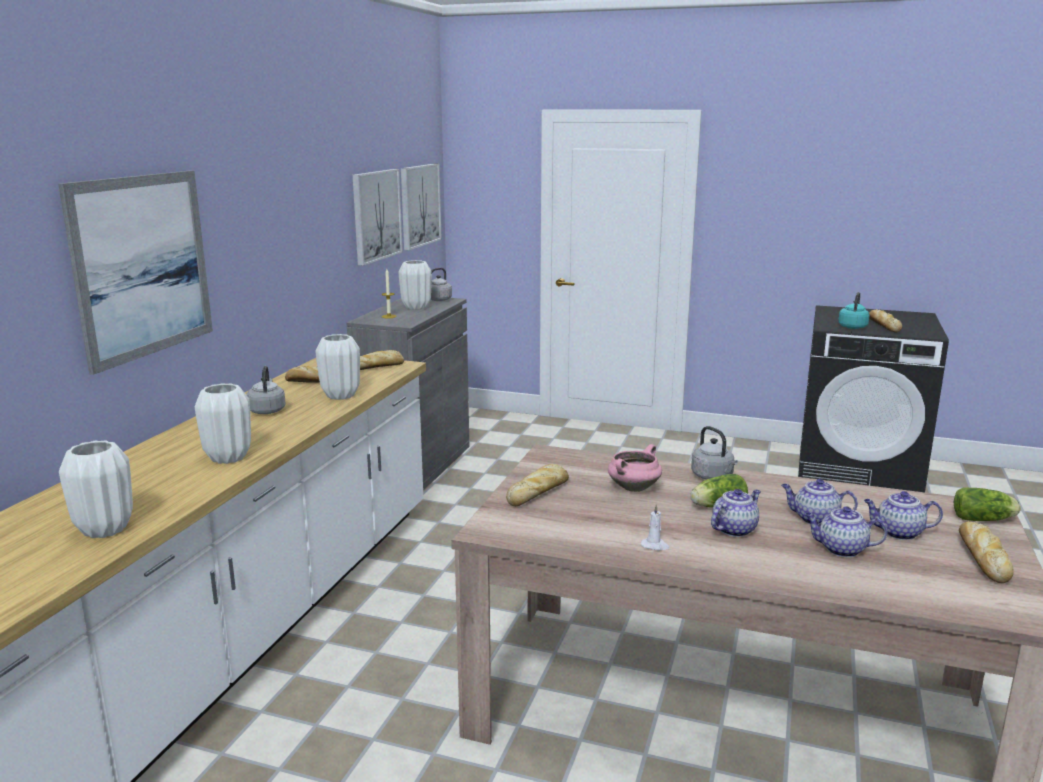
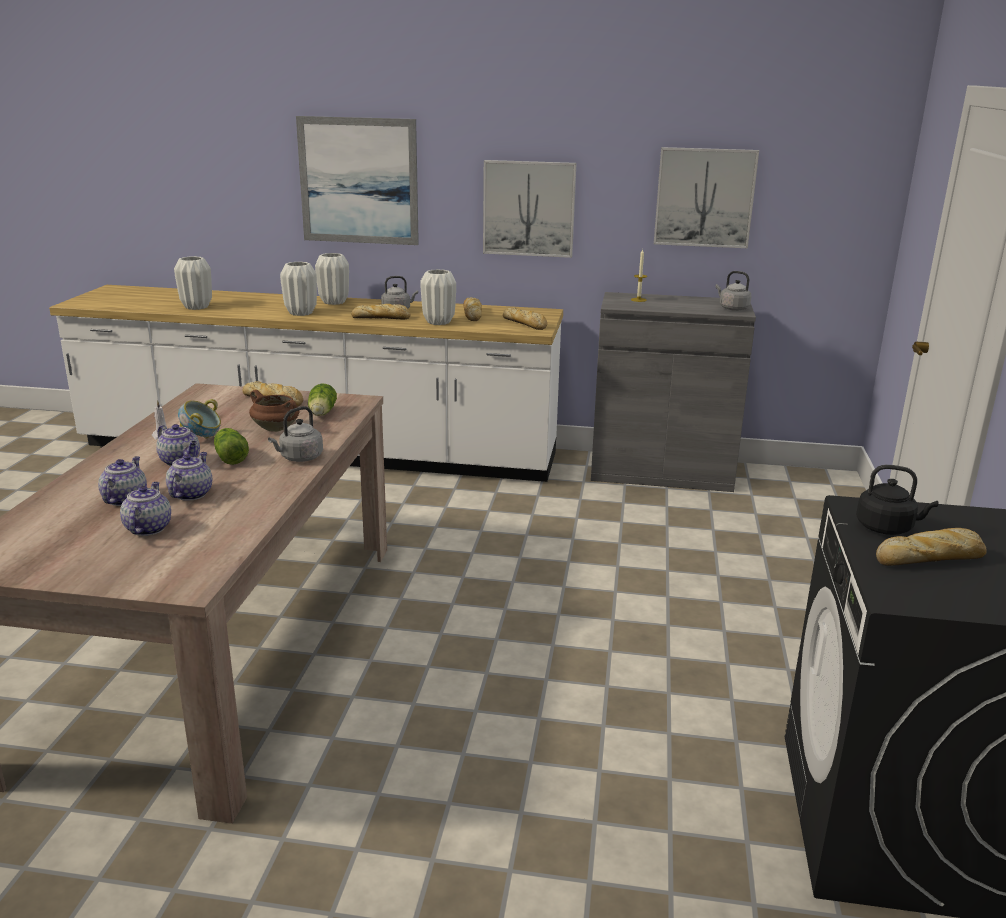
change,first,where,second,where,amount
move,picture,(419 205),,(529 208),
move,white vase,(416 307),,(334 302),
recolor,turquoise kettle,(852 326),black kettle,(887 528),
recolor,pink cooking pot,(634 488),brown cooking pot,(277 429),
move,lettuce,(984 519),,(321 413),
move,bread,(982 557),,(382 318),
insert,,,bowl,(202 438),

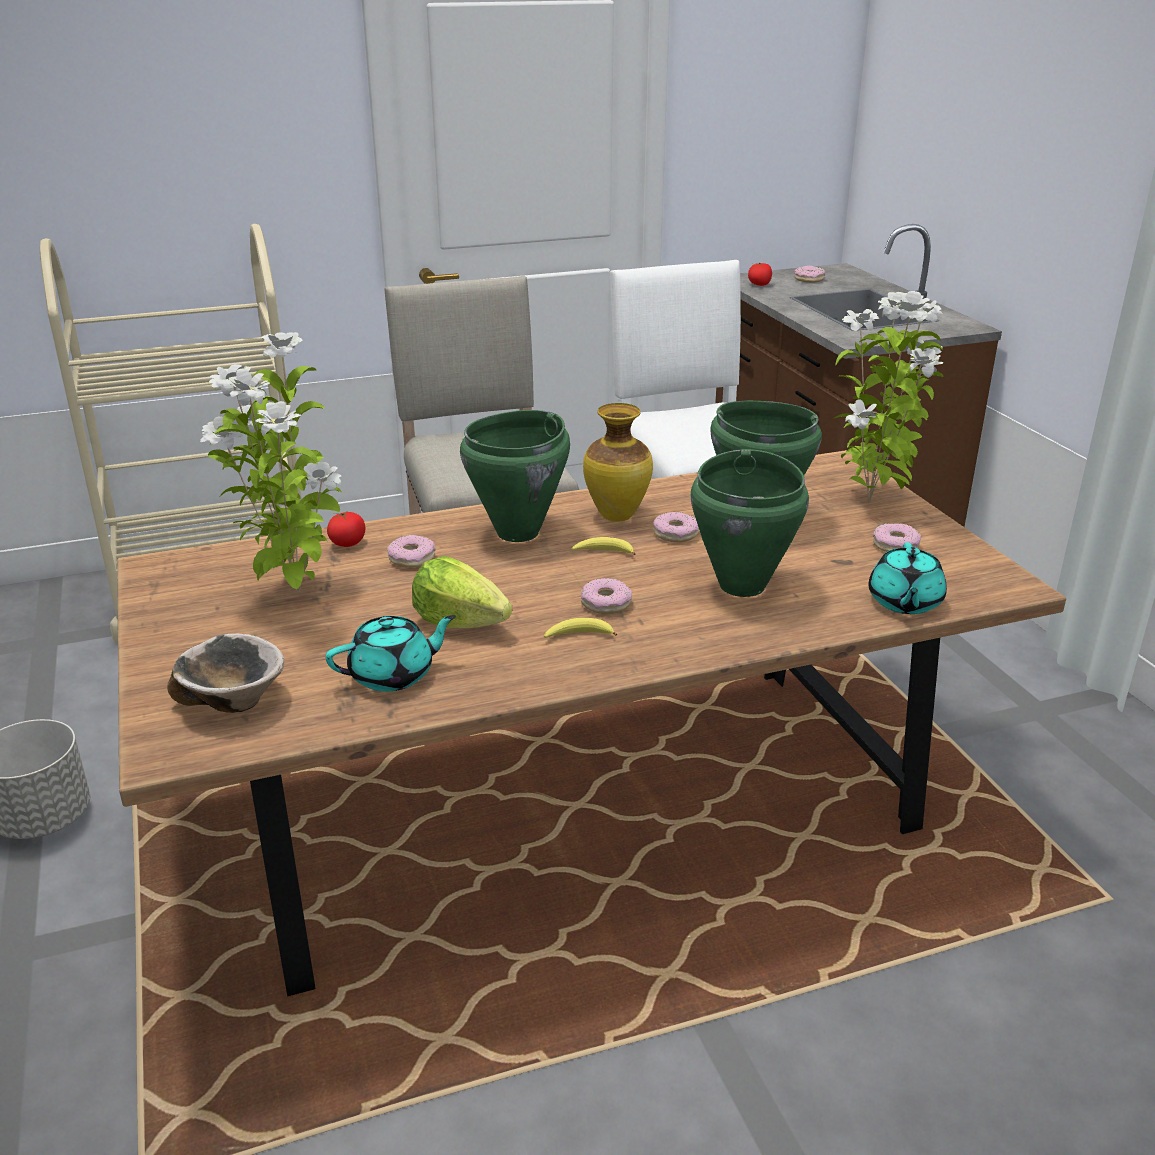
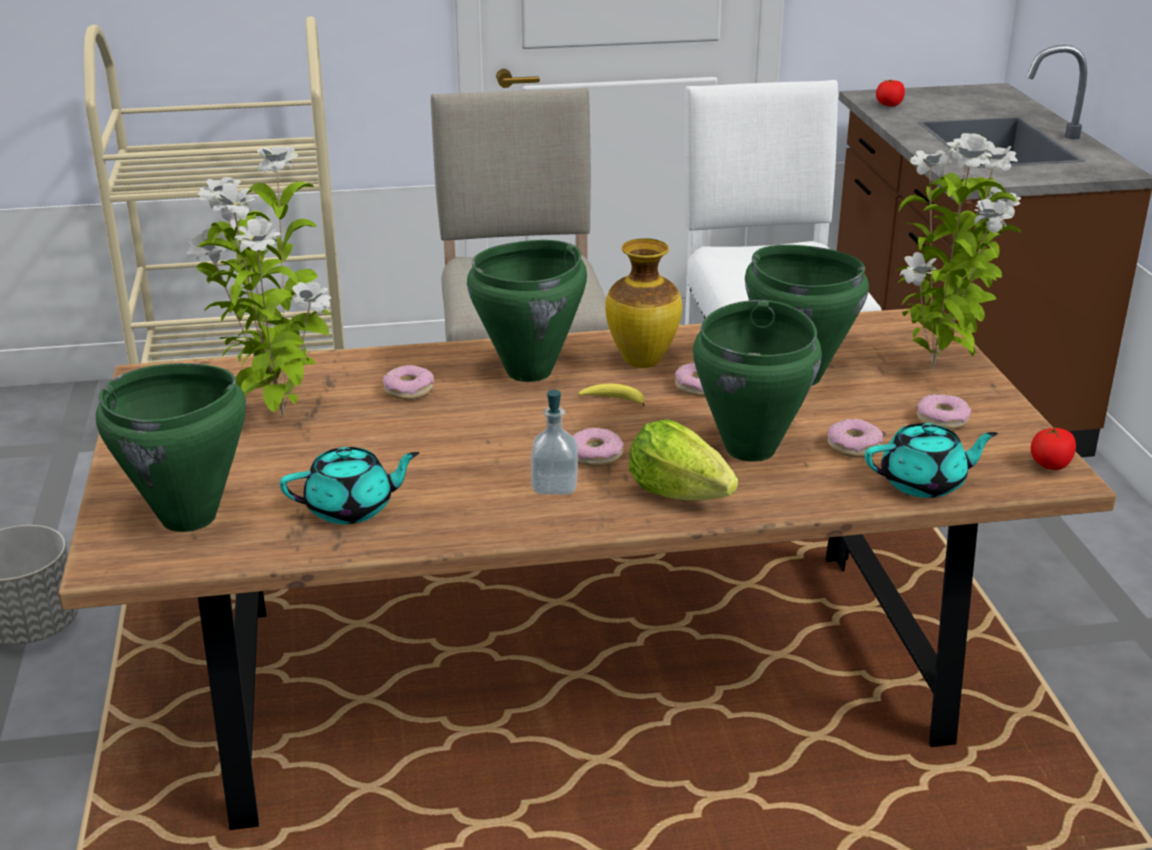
change,first,where,second,where,amount
move,donut,(809 279),,(853 446),
move,tomato,(347 543),,(1050 465),
rotate,turquoise teapot,(904 602),,(924 483),120 degrees counterclockwise
move,lettuce,(459 622),,(678 492),
replace,banana,(579 635),soap dispenser,(554 486),
replace,bowl,(235 700),green cooking pot,(189 518),

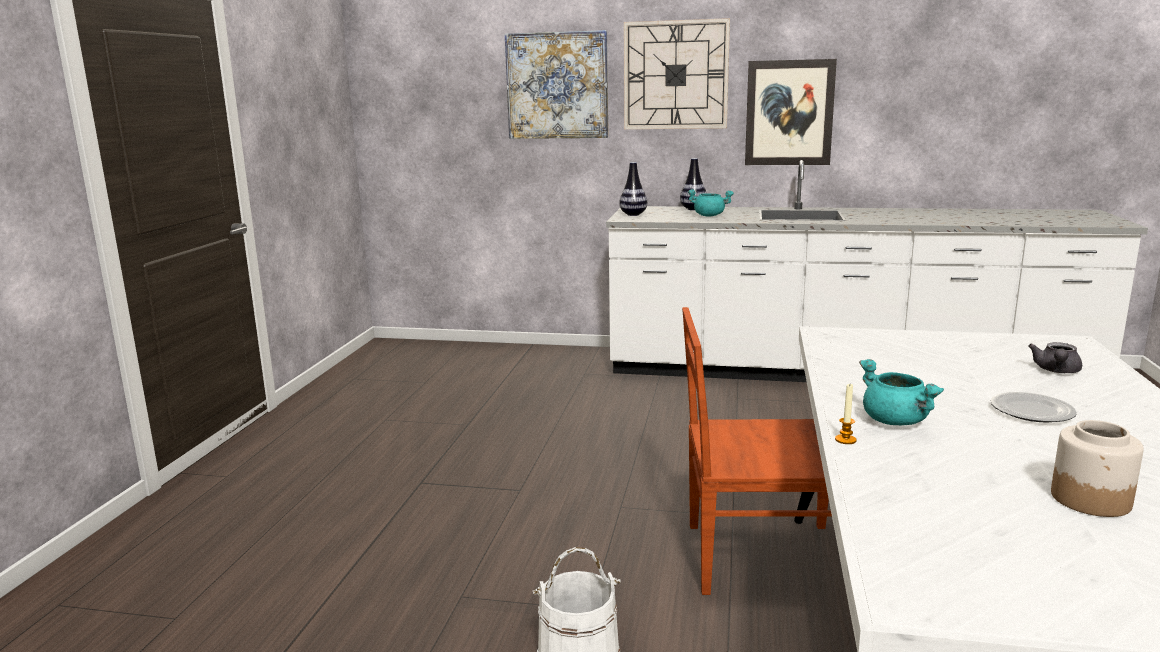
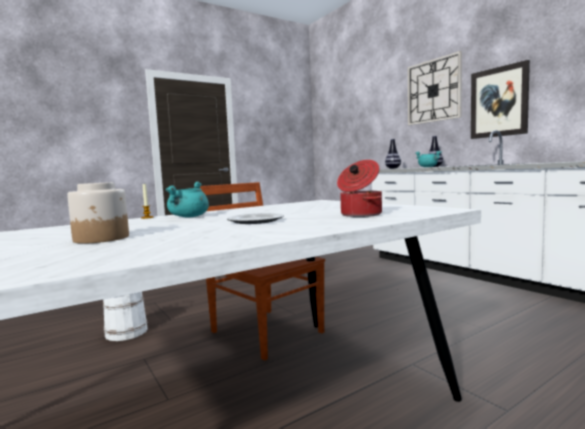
change,first,where,second,where,amount
delete,picture,(557 85),,,
replace,grey teapot,(1056 371),cooking pot,(360 215),

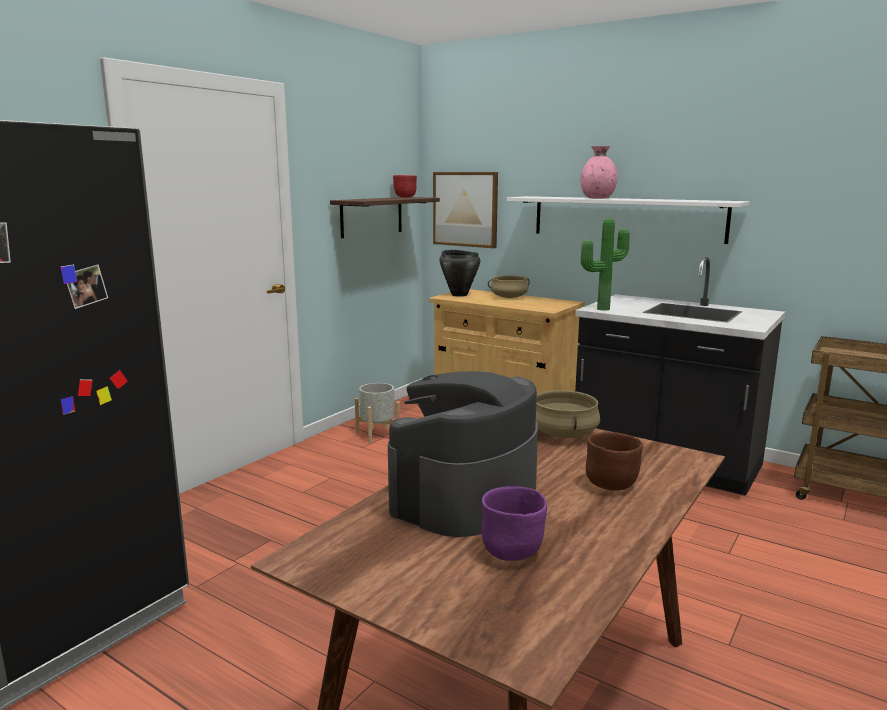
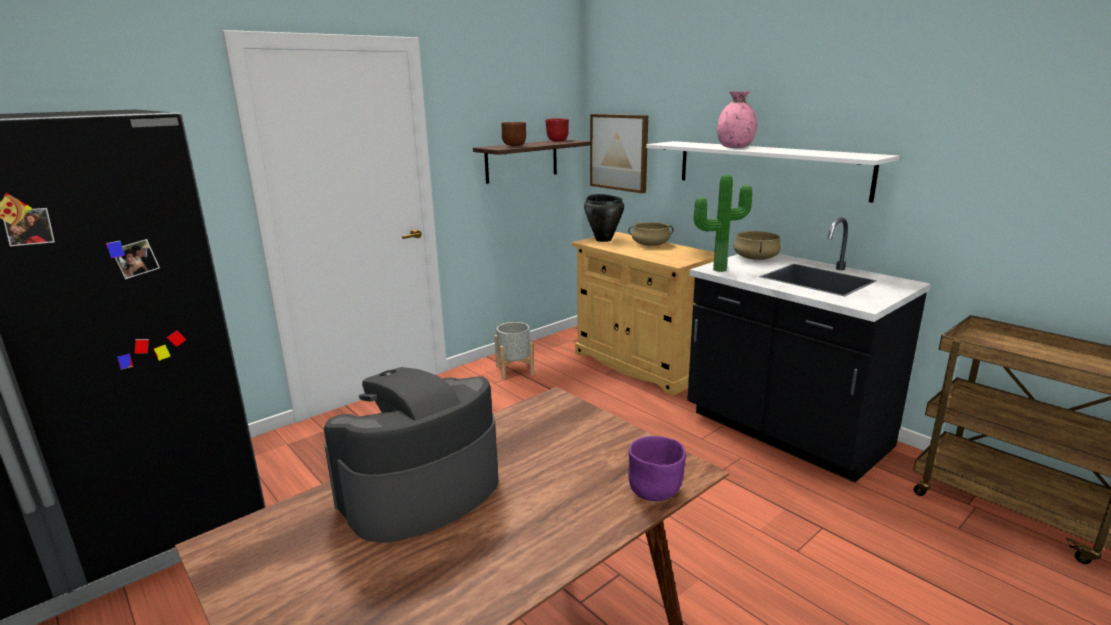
change,first,where,second,where,amount
move,beige cooking pot,(564 433),,(756 258),
move,brown bowl,(612 486),,(514 145),
move,purple bowl,(513 553),,(656 493),

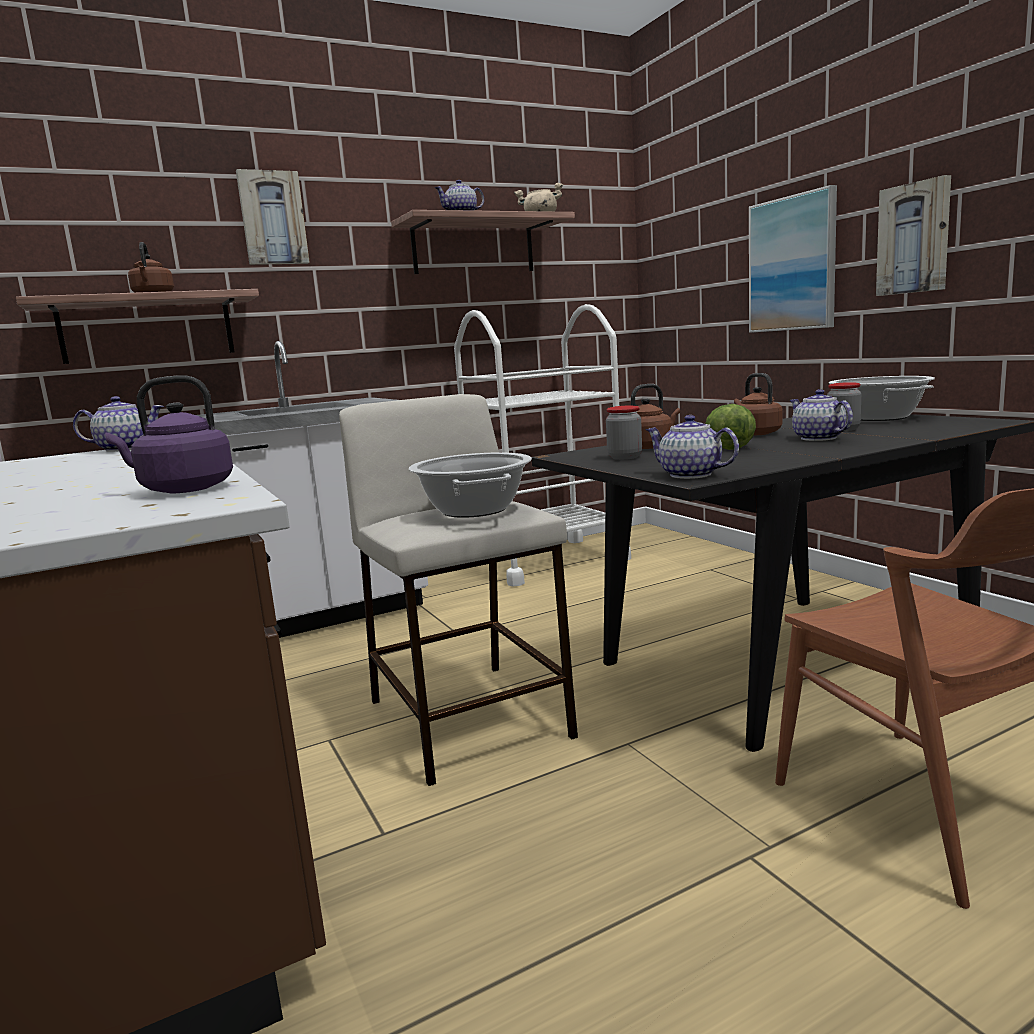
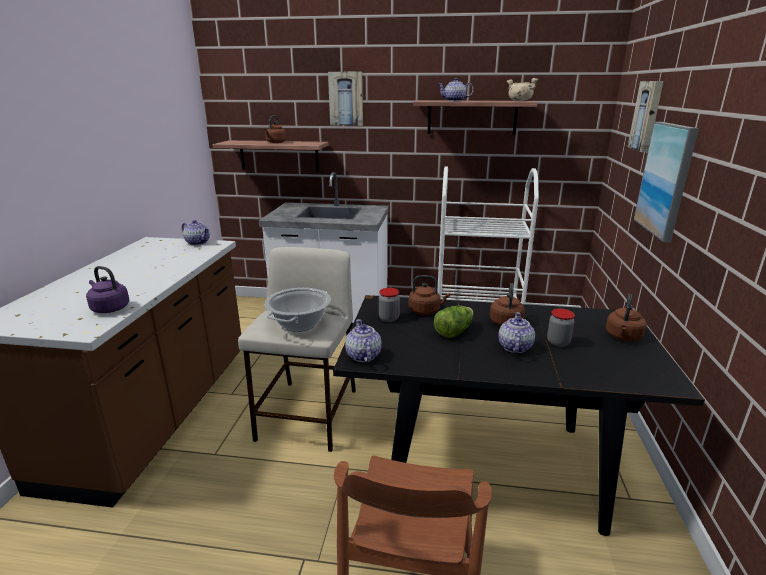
change,first,where,second,where,amount
move,picture,(914 238),,(647 116),
replace,cooking pot,(879 418),brown kettle,(623 337),

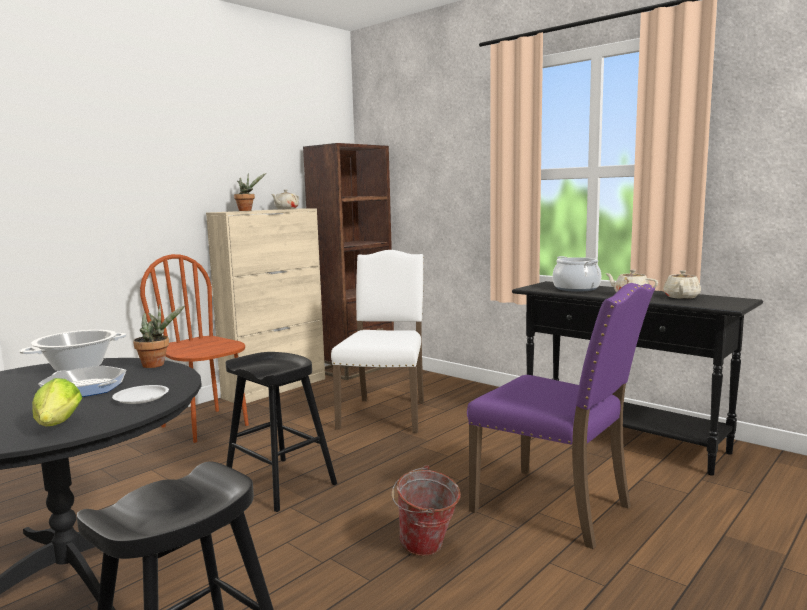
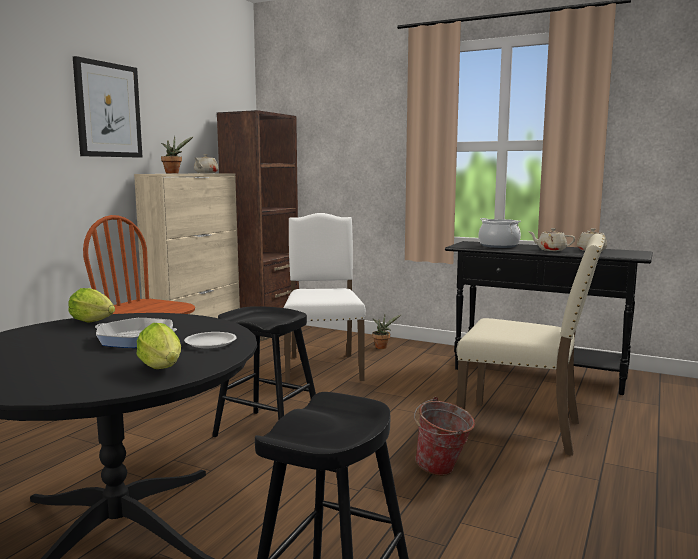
change,first,where,second,where,amount
recolor,purple chair,(555 508),beige chair,(523 429),
move,potted plant,(157 364),,(382 347),
replace,cooking pot,(78 367),lettuce,(95 322),
insert,,,picture,(108 110),

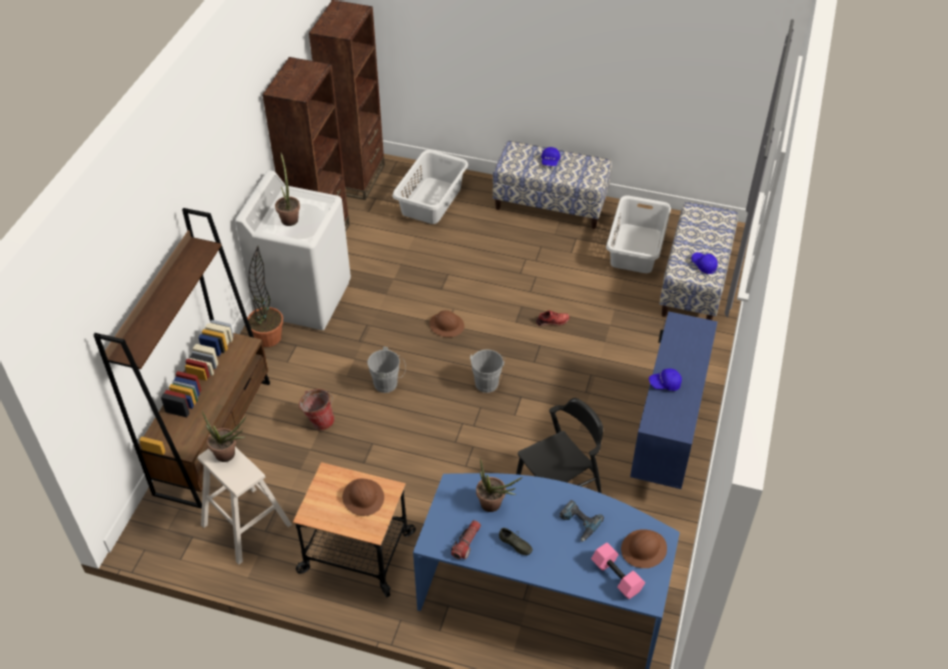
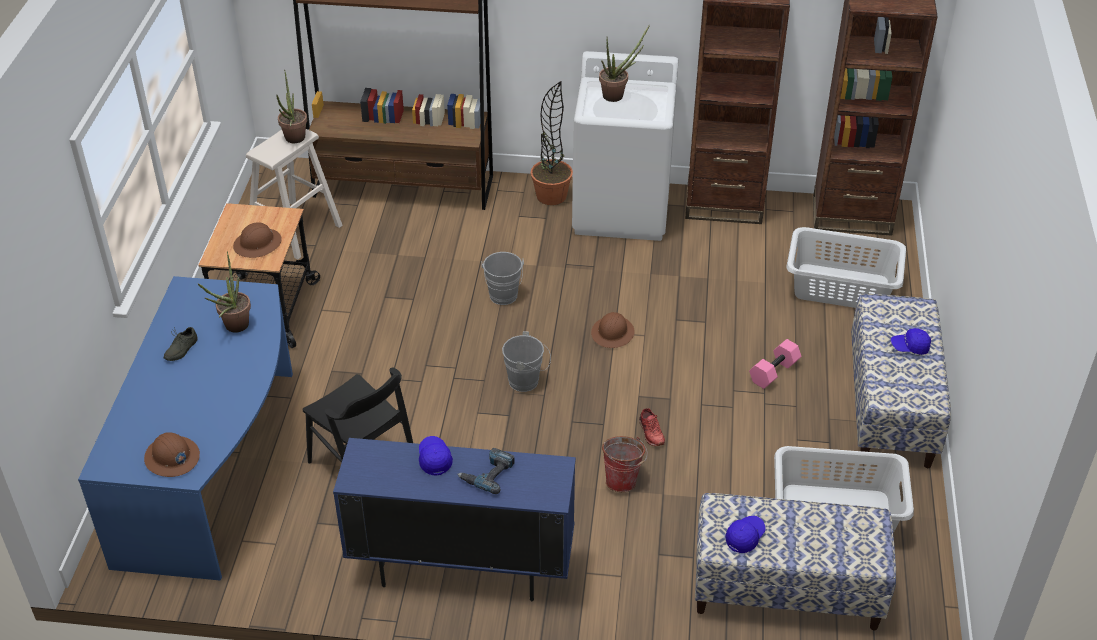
change,first,where,second,where,amount
move,bucket,(319 421),,(623 479),
move,power drill,(578 523),,(488 473),
delete,flashlight,(466 543),,,
move,pink dumbbell,(617 576),,(774 373),

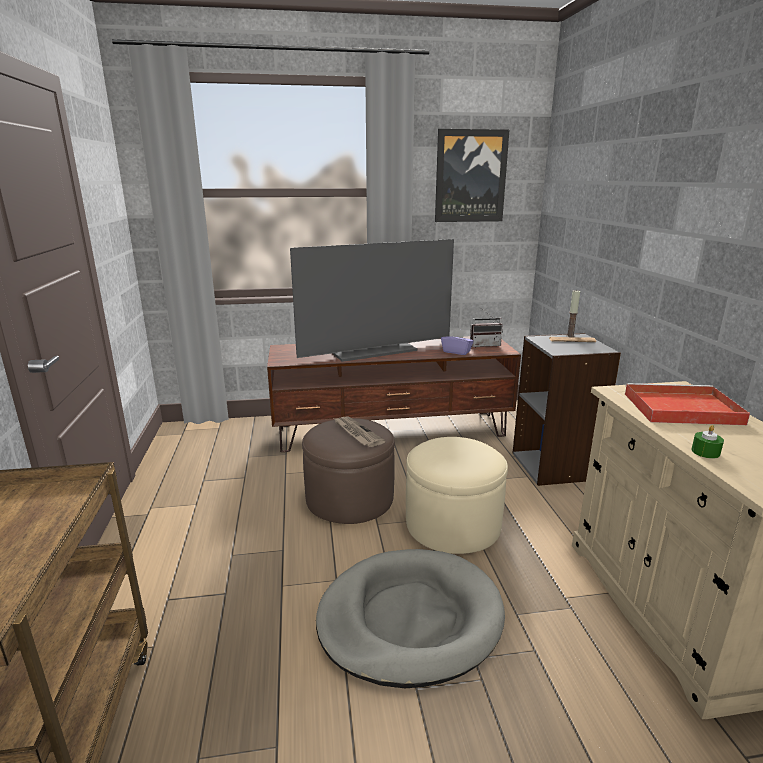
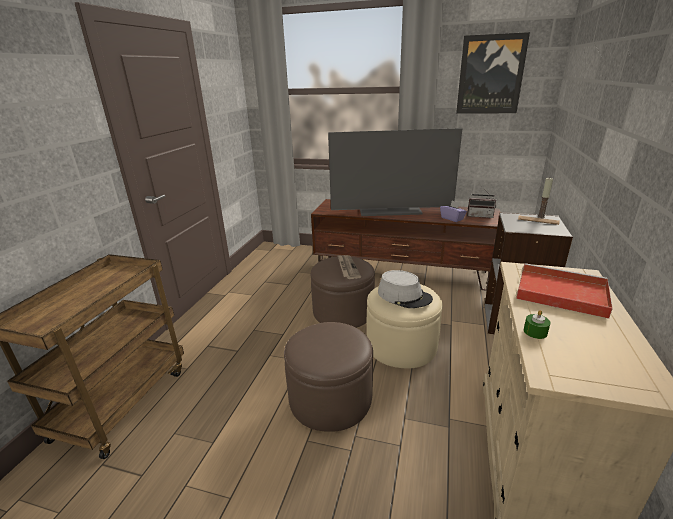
change,first,where,second,where,amount
replace,grey dog bed,(409 619),brown ottoman,(330 398),
insert,,,grey hat,(404 296),

